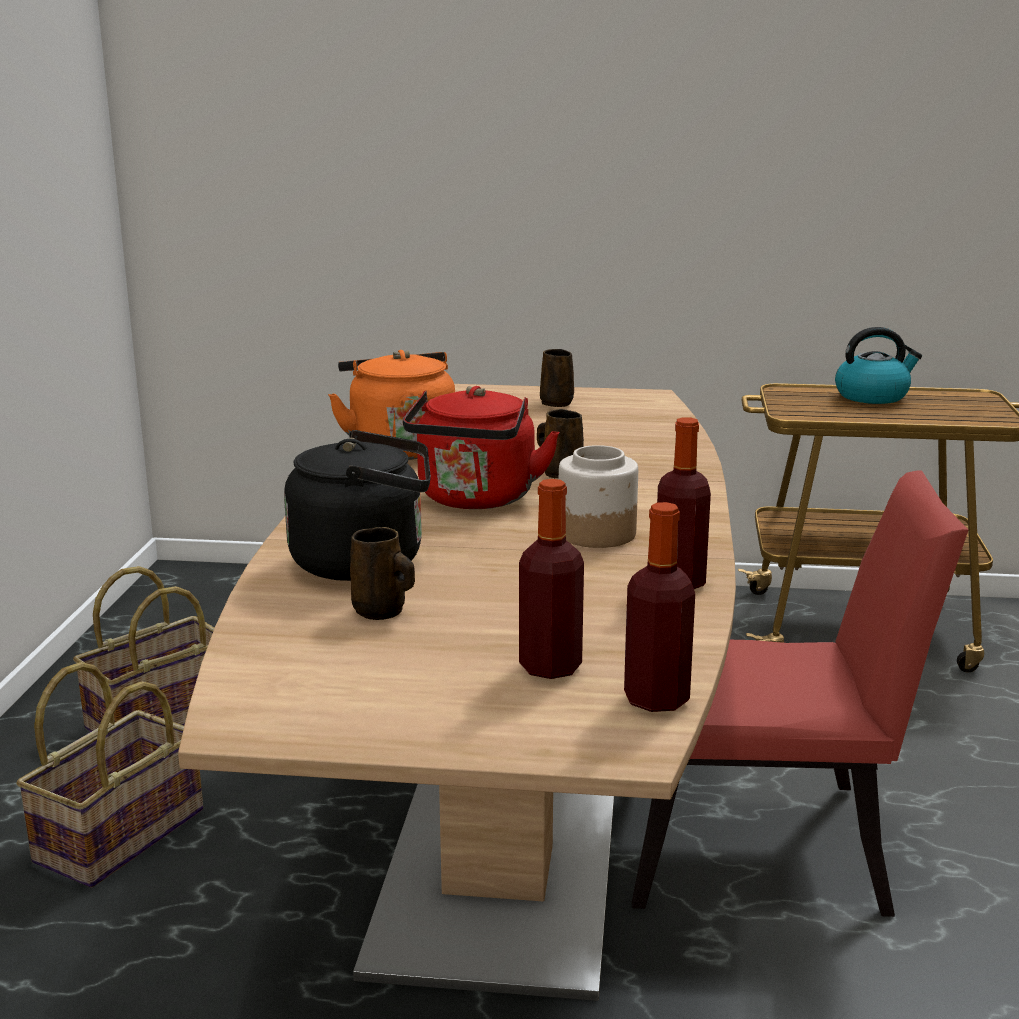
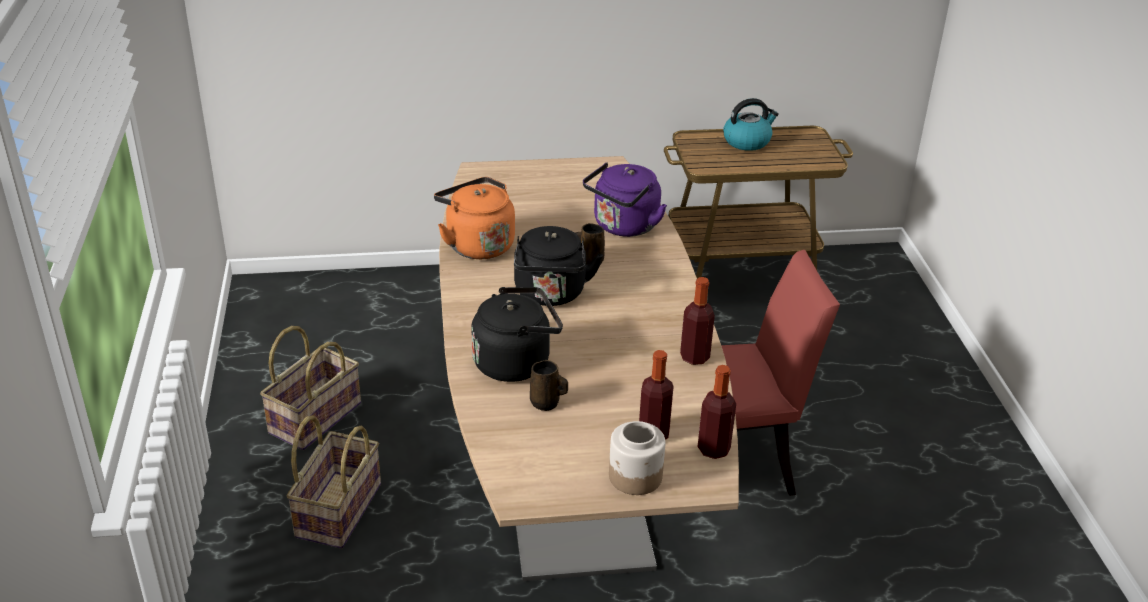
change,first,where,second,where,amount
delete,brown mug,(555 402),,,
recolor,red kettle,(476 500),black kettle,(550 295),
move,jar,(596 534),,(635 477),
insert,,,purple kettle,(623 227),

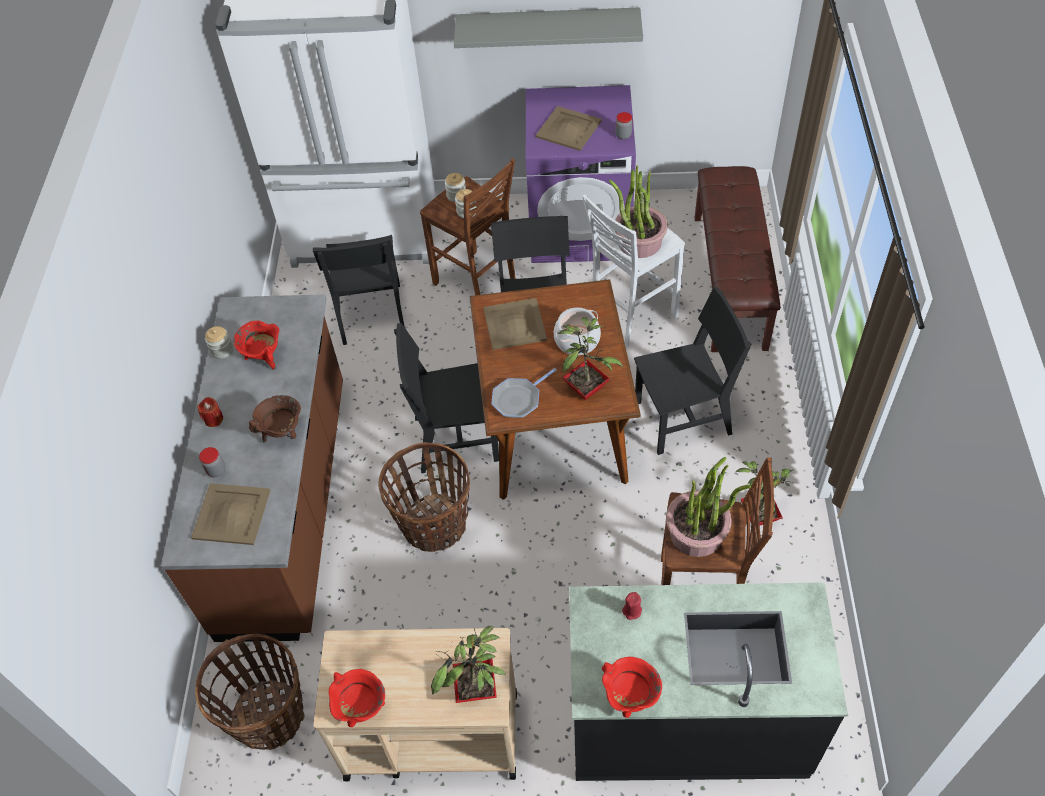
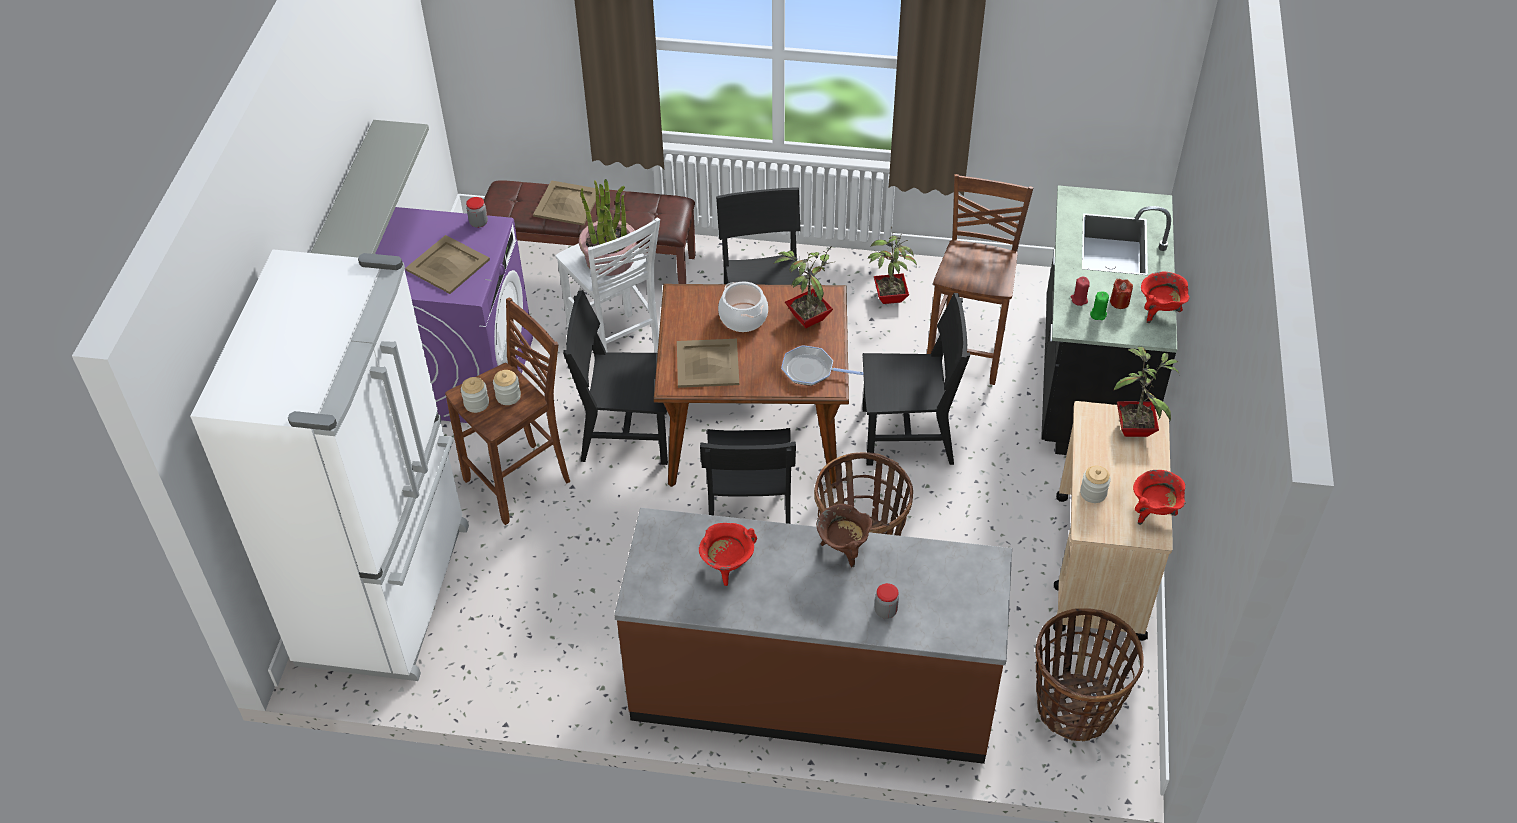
change,first,where,second,where,amount
move,black chair,(371 313),,(907 436),
move,jar,(222 350),,(1093 493),
rotate,frying pan,(518 399),,(811 370),135 degrees clockwise
move,red candle,(213 419),,(1119 302),
delete,potted plant,(697 533),,,
move,beige tray,(232 514),,(567 203),
insert,,,green candle,(1098 314),

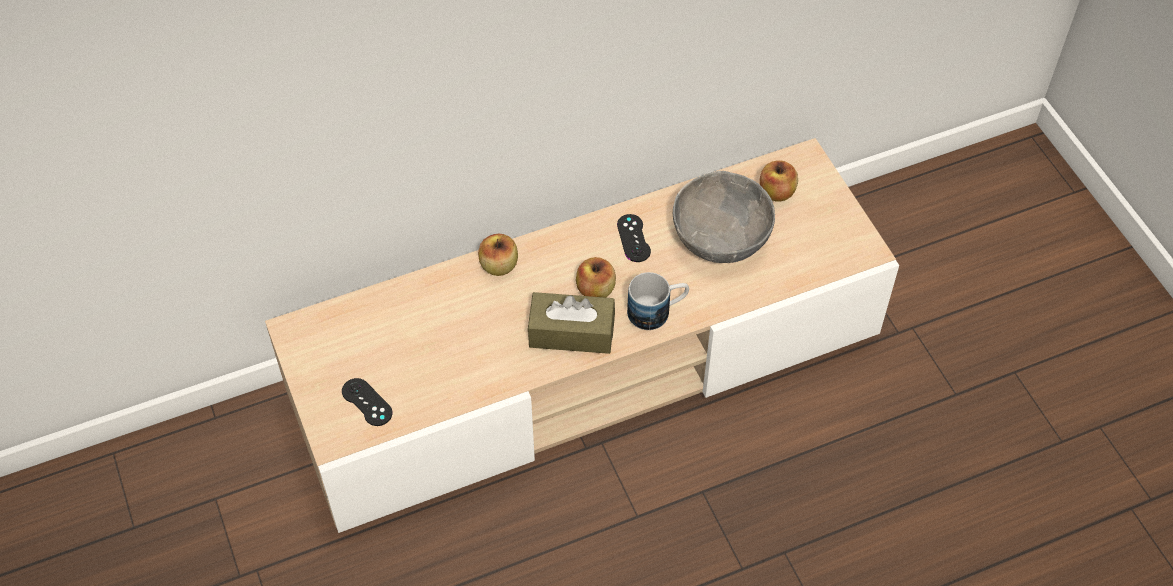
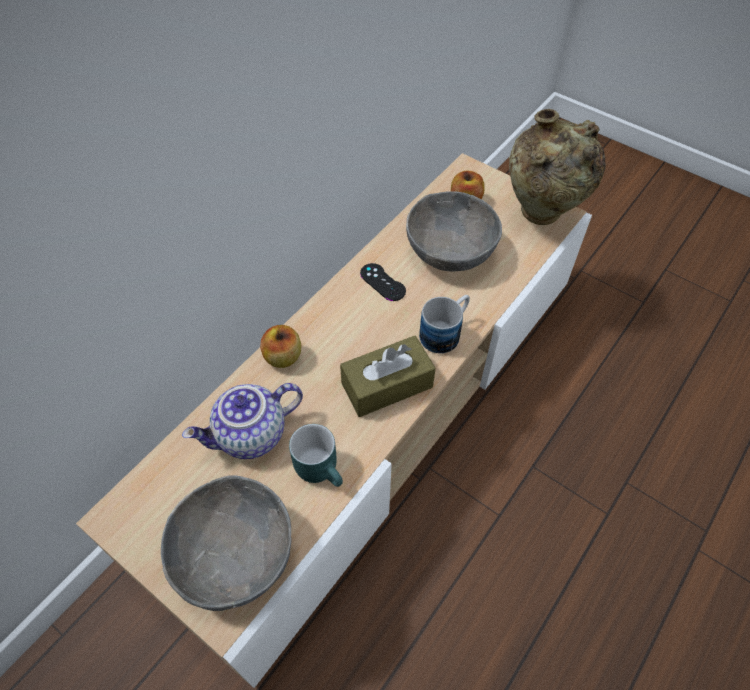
change,first,where,second,where,amount
delete,apple,(595 290),,,
replace,black game controller,(367 402),grey bowl,(235 554),
insert,,,beige vase,(541 217),
insert,,,teapot,(251 436),
insert,,,turquoise mug,(322 468),

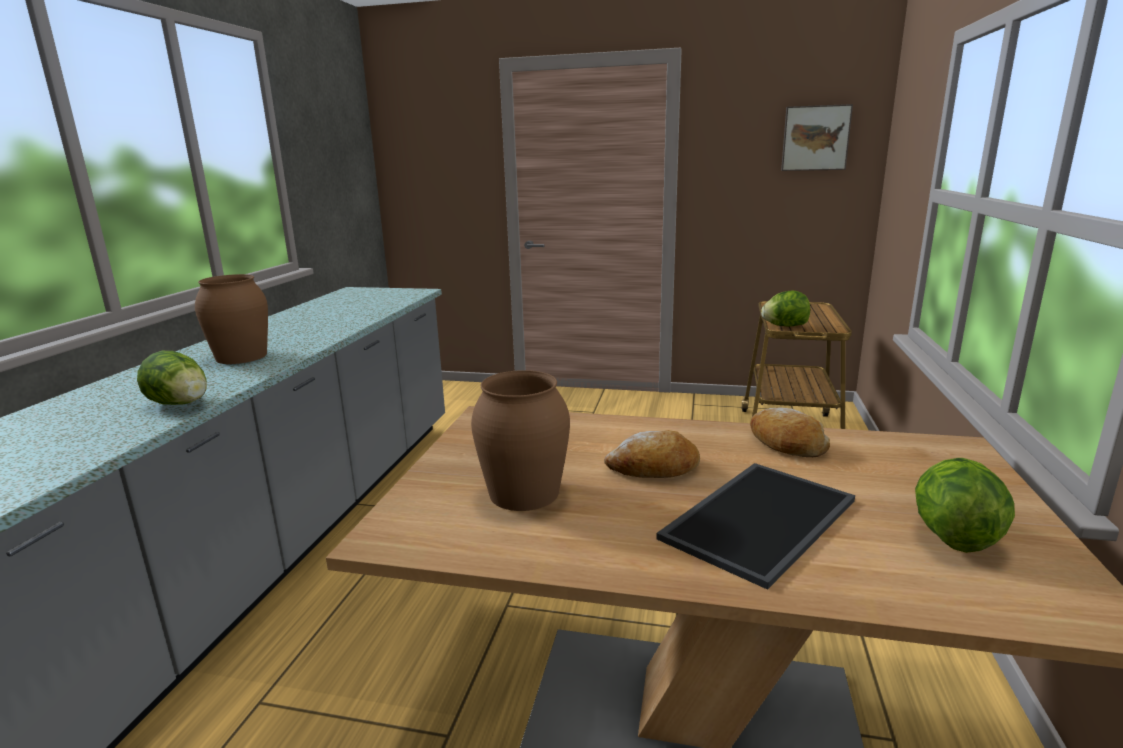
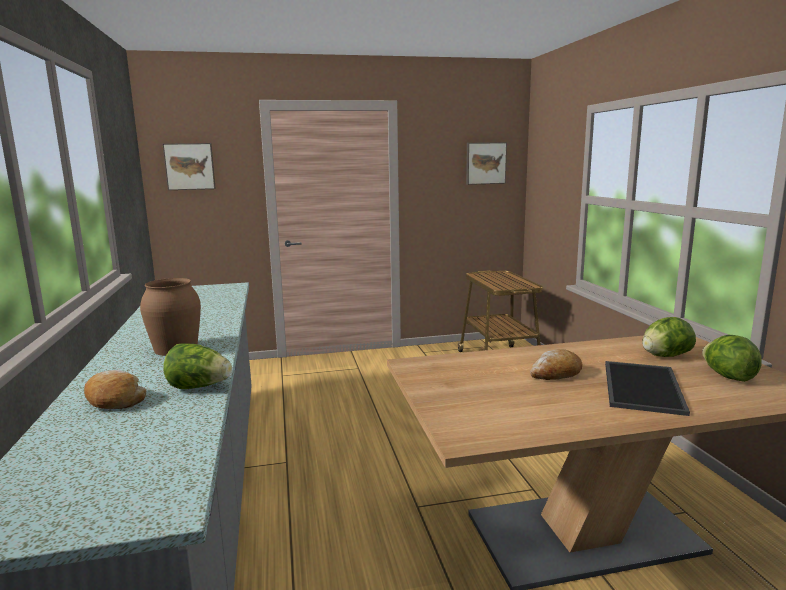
change,first,where,second,where,amount
move,lettuce,(785 326),,(665 356),
delete,brown vase,(524 492),,,
move,bread,(786 444),,(114 400),
insert,,,picture,(190 166),

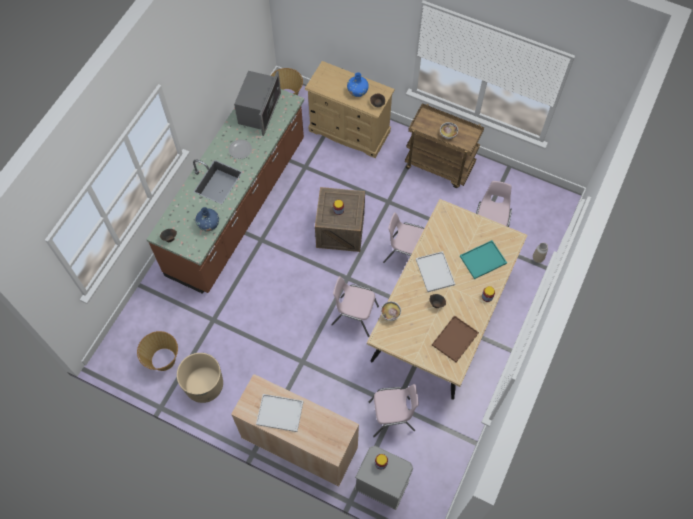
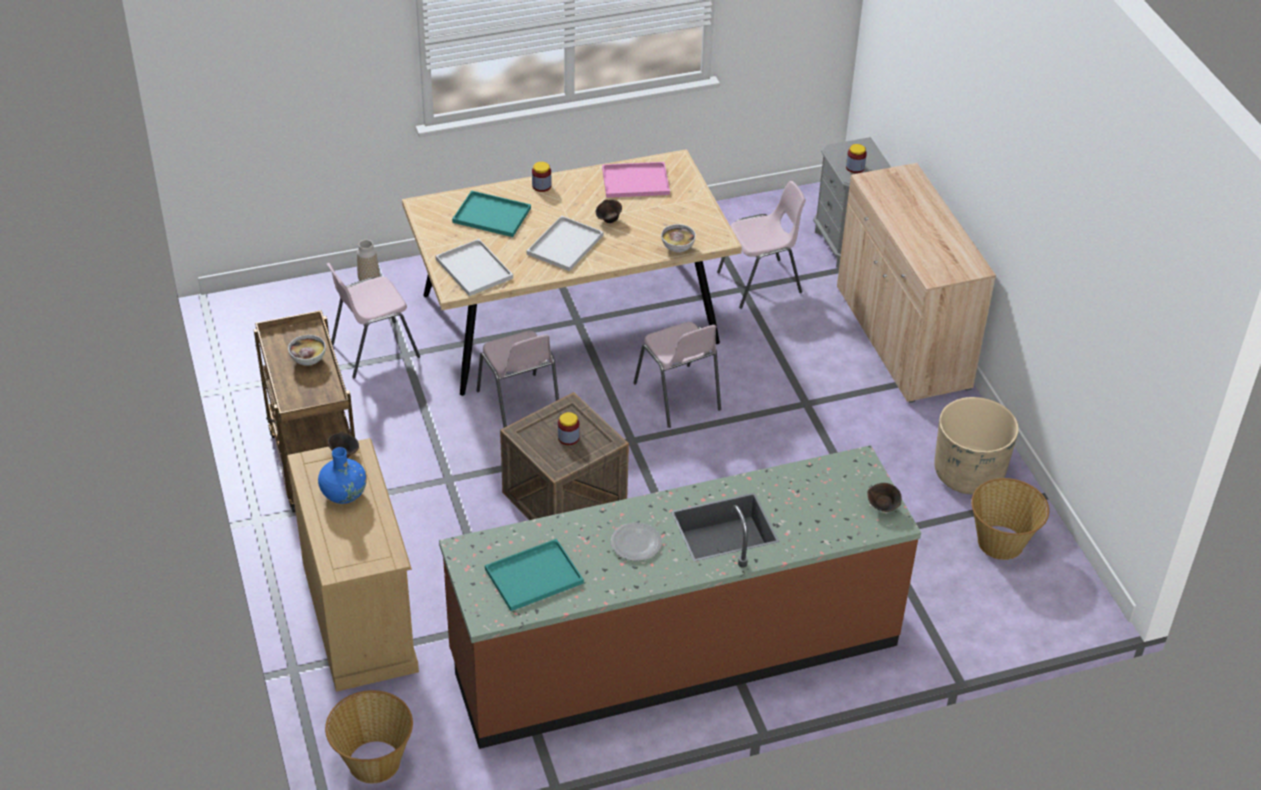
change,first,where,second,where,amount
replace,microwave,(259 110),turquoise tray,(532 577),
delete,blue vase,(208 224),,,
recolor,brown tray,(455 340),pink tray,(637 181),
rotate,pink chair,(392 417),,(760 283),120 degrees clockwise
move,white tray,(281 412),,(472 268),

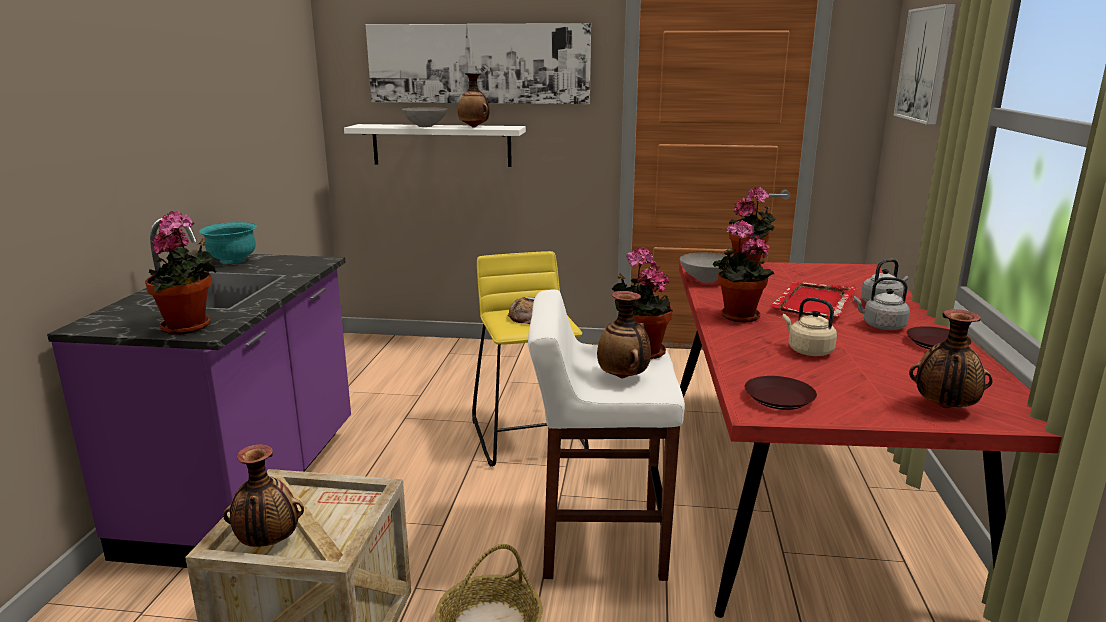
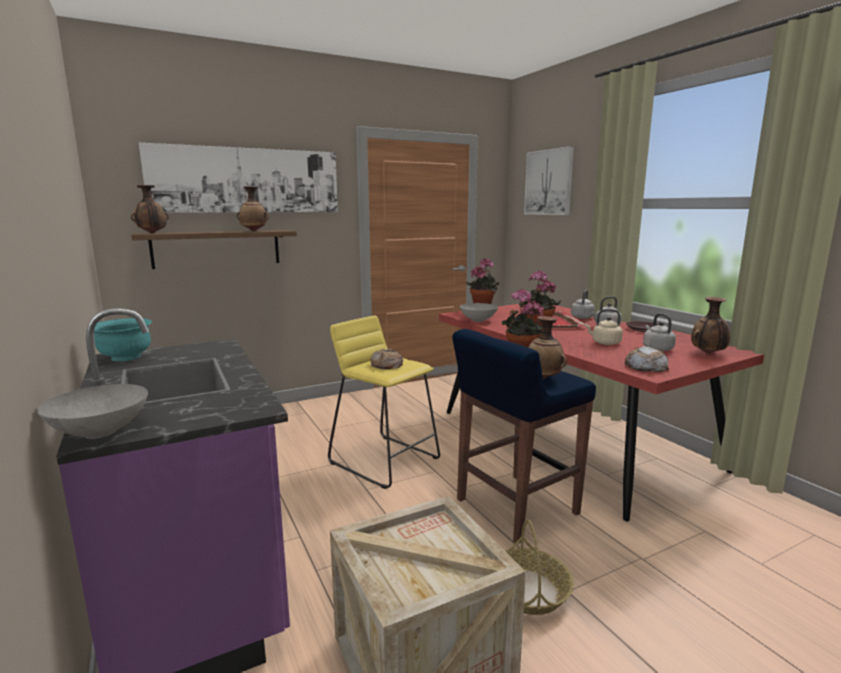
change,first,where,second,where,amount
move,grey bowl,(425 126),,(101 431),
recolor,white shelf,(441 145),brown shelf,(217 248),
delete,potted plant,(190 327),,,
recolor,white stool,(599 540),blue stool,(515 507),
replace,brown plate,(778 398),bread,(645 366),
move,vase,(268 542),,(152 233),
insert,,,grey kettle,(656 348),

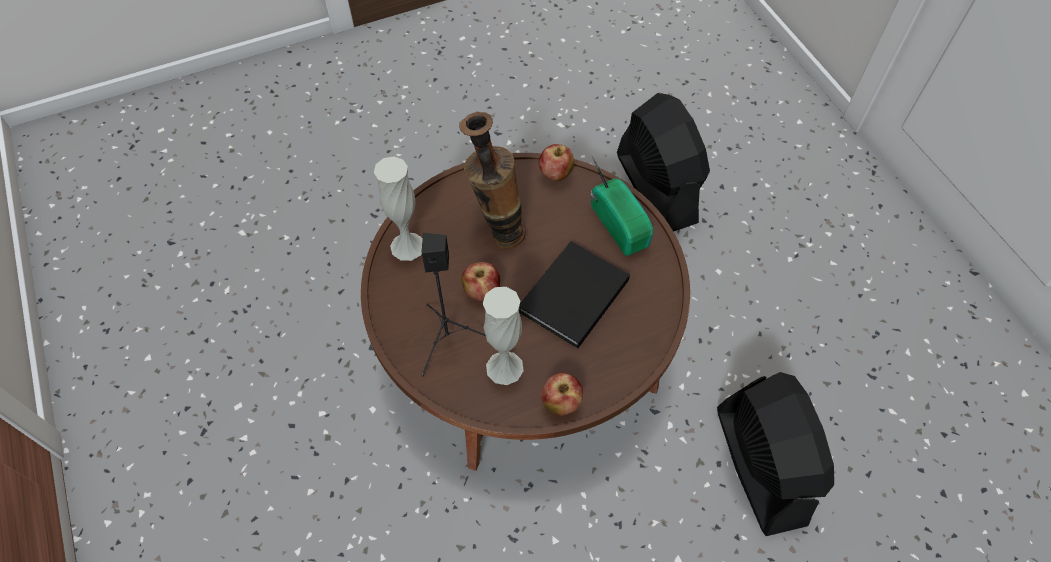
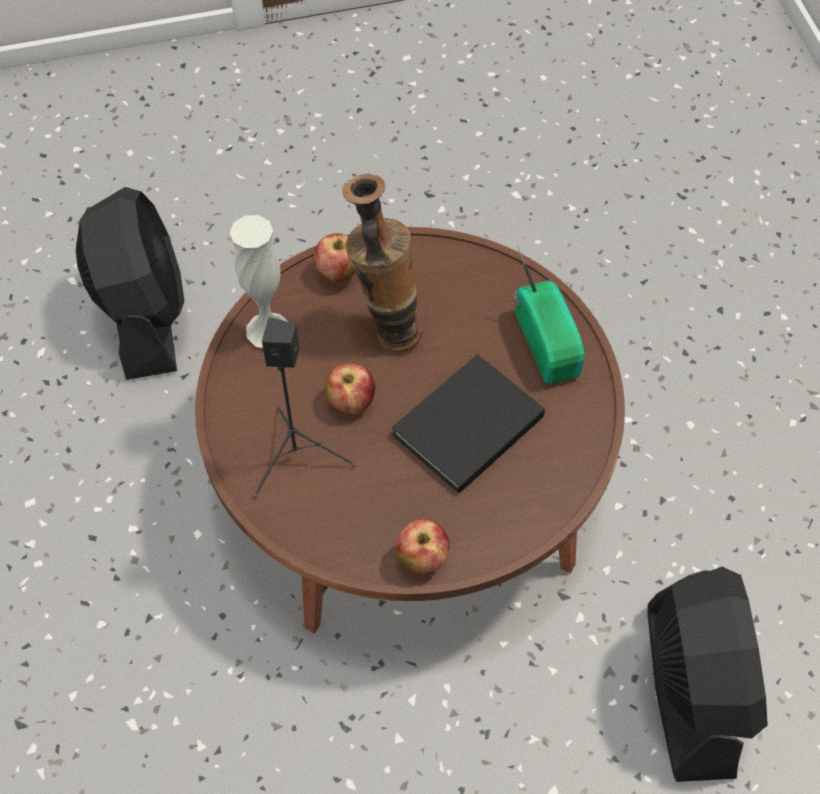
change,first,where,second,where,amount
move,black fan,(656 188),,(144 314),
move,apple,(555 174),,(338 273),
delete,white vase,(504 367),,,

